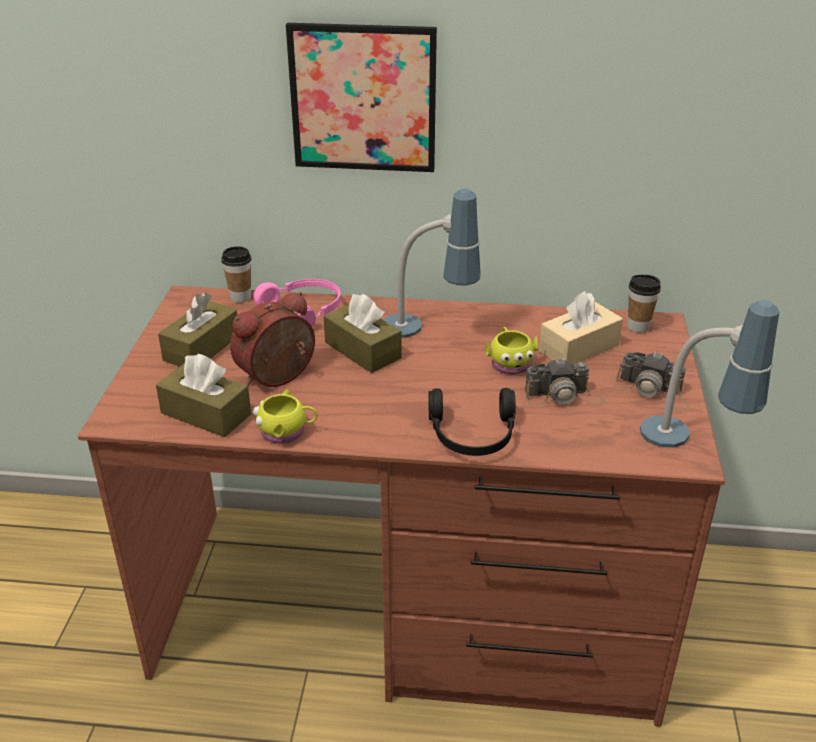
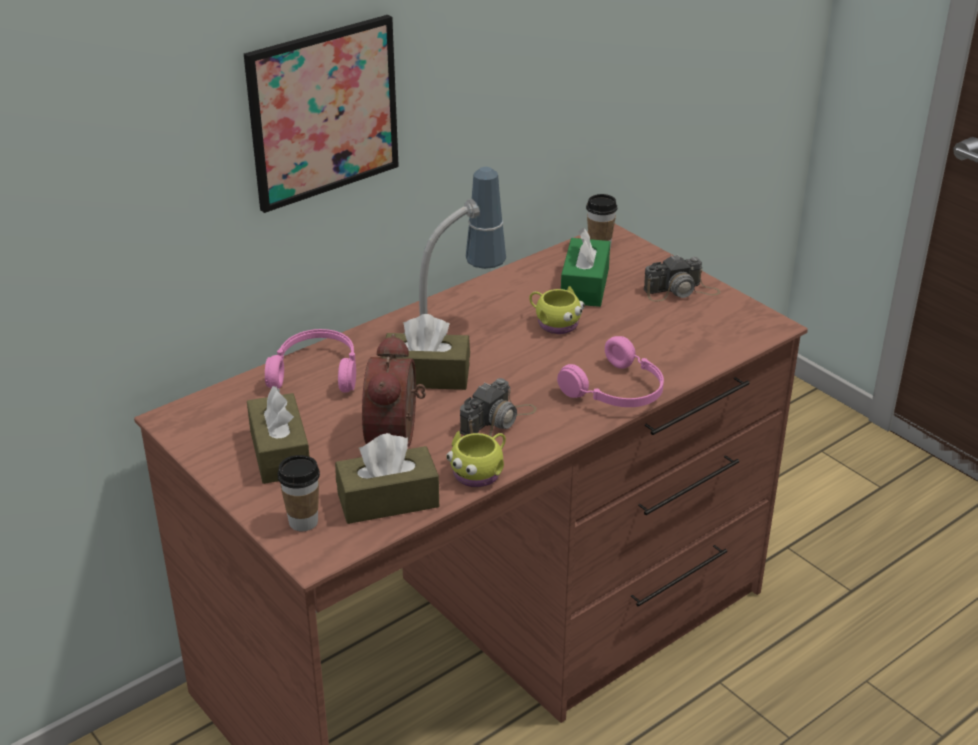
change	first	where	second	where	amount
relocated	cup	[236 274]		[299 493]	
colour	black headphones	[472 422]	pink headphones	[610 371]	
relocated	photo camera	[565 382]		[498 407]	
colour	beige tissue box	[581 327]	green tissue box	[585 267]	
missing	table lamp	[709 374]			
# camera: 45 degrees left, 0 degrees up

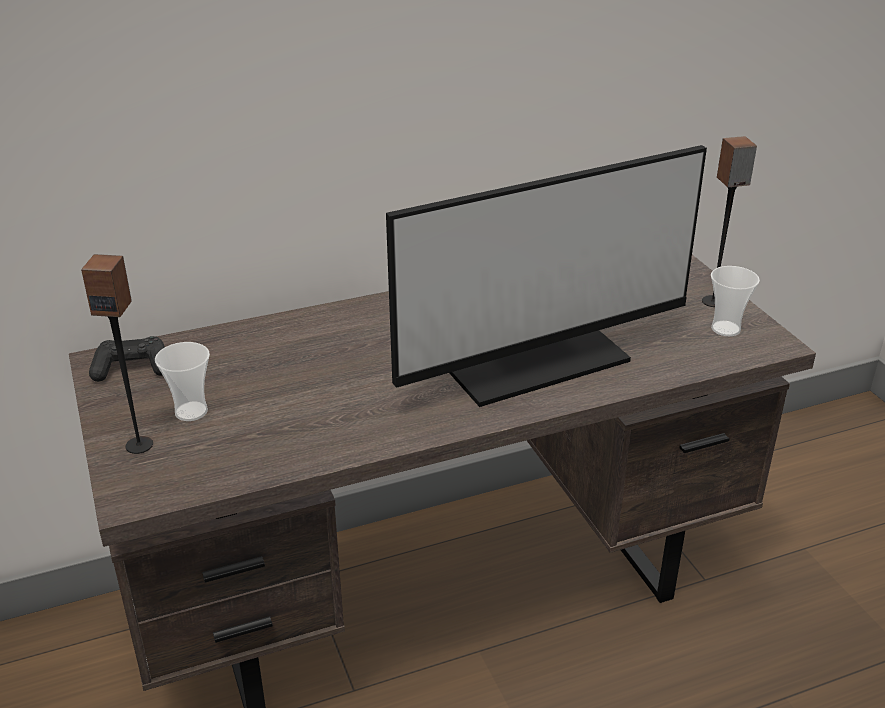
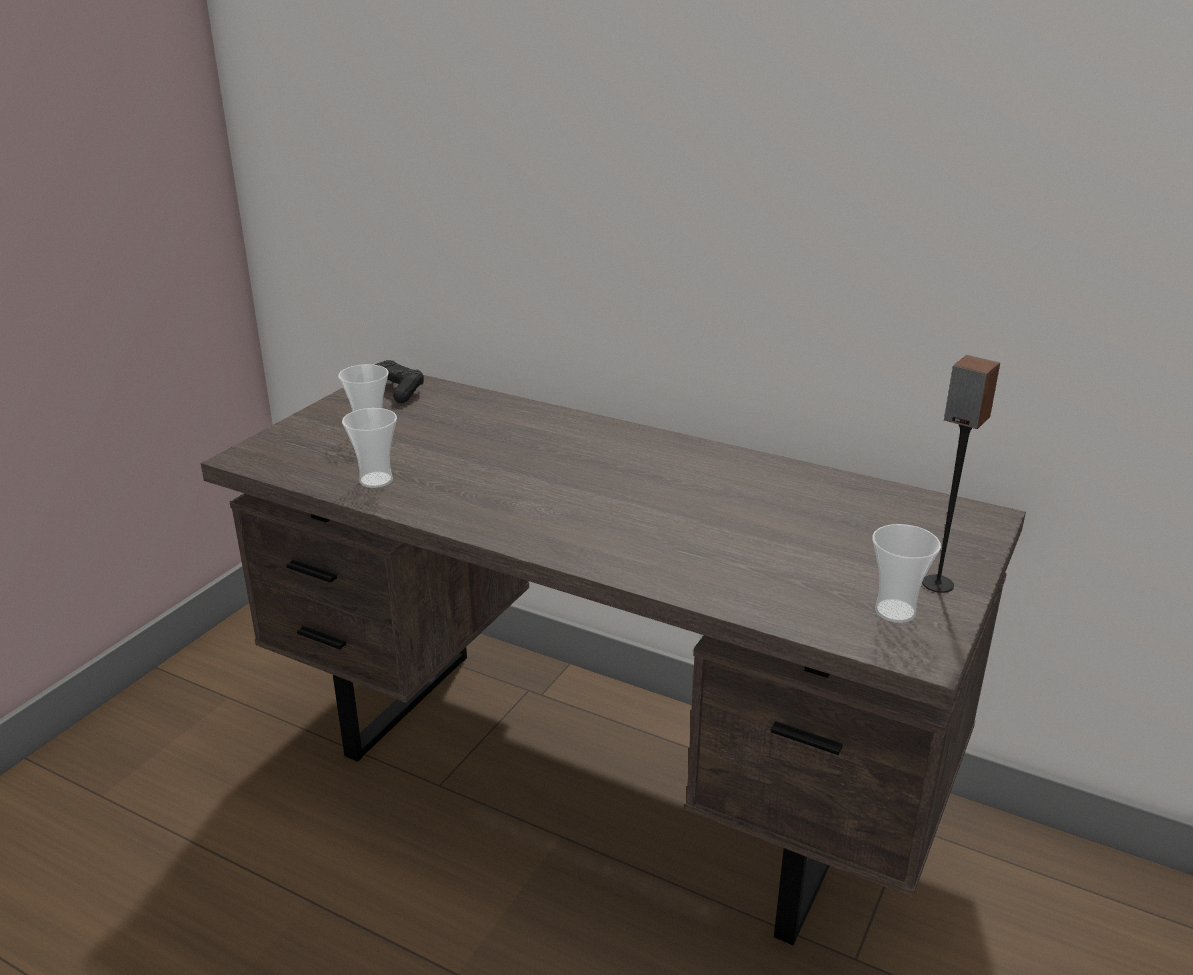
change	first	where	second	where	amount
missing	speaker	[117 354]			
missing	monitor	[546 276]			
appeared			cup	[369 448]	
# camera: 50 degrees right, 5 degrees down

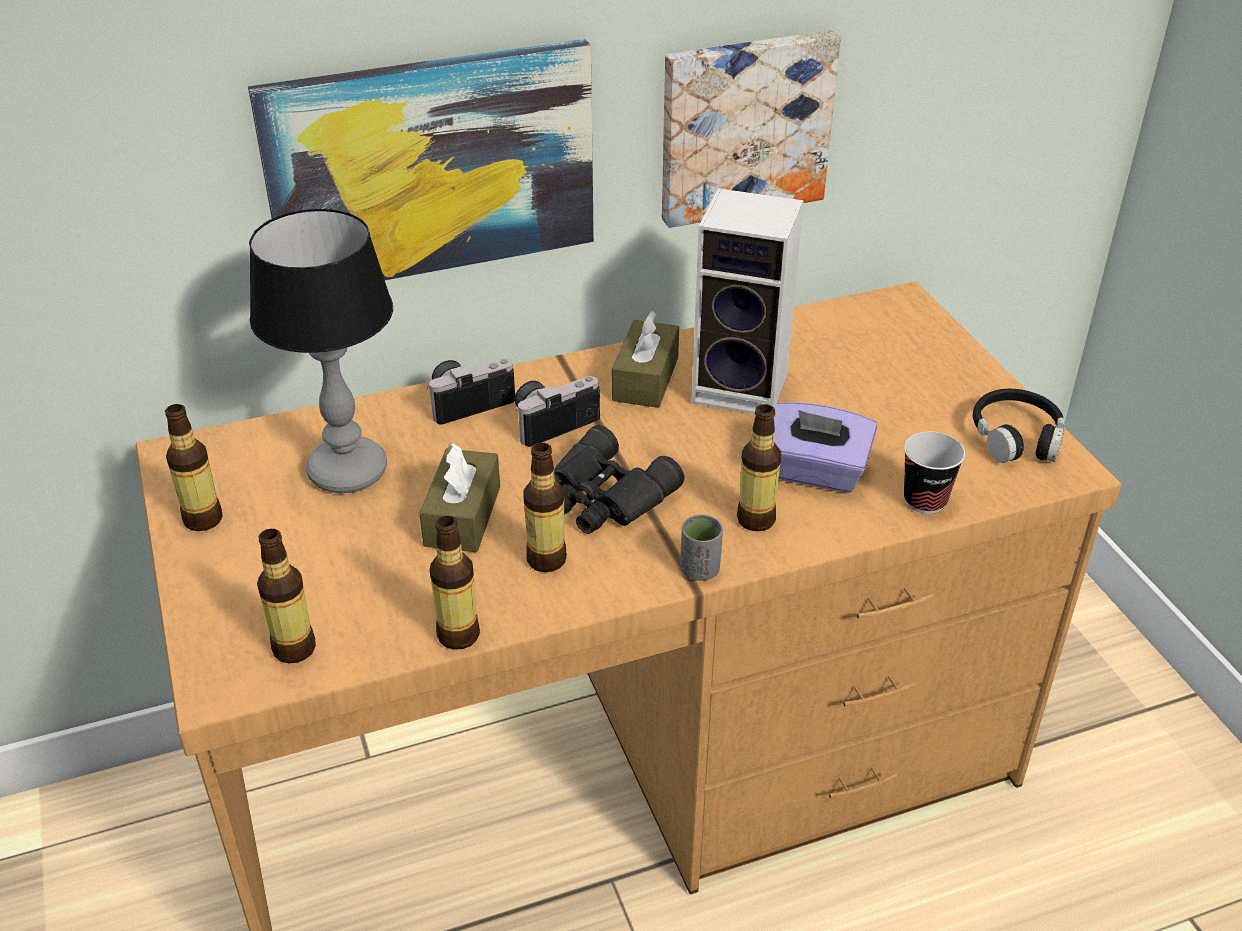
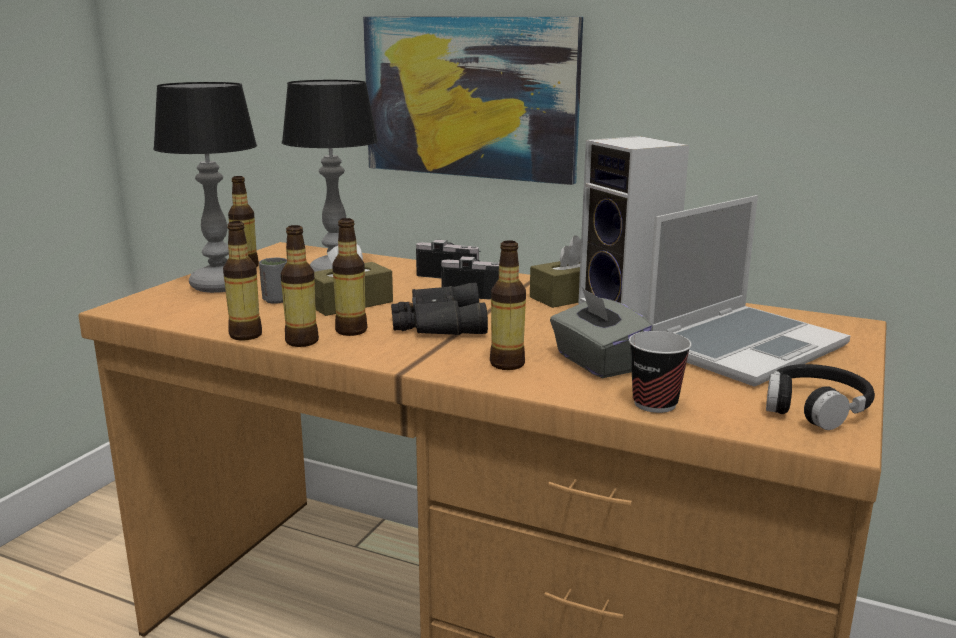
change	first	where	second	where	amount
relocated	bottle	[286 596]		[300 286]	
missing	picture	[751 129]			
relocated	grey cup	[701 547]		[273 281]	
colour	purple tissue box	[825 447]	grey tissue box	[601 333]	
appeared			table lamp	[205 187]	
appeared			laptop	[749 291]	
# camera: 45 degrees right, 20 degrees down

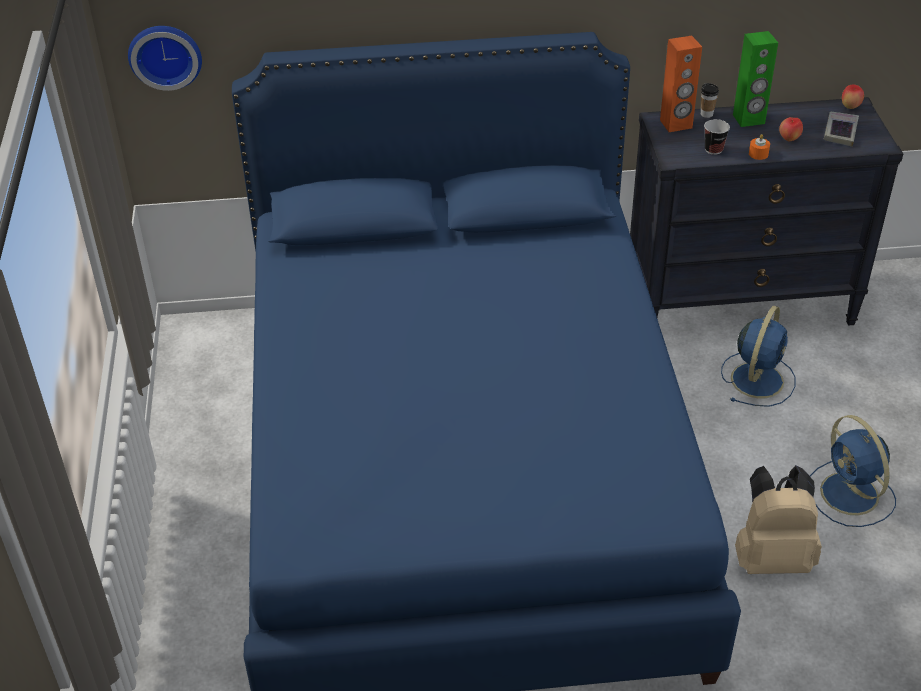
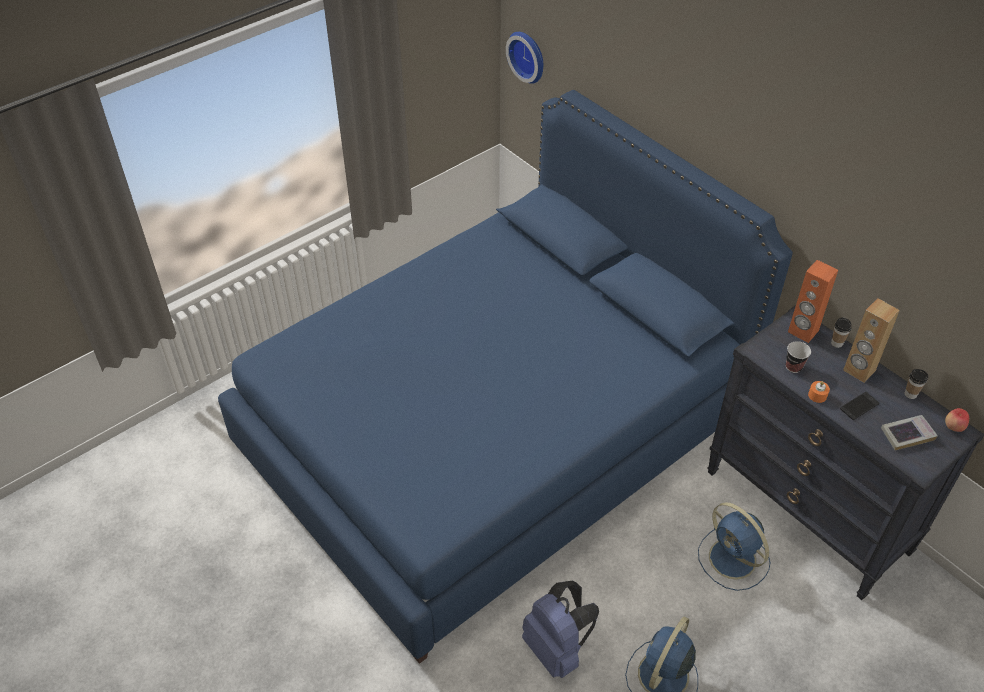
change	first	where	second	where	amount
spun	blue fan	[758 356]		[734 546]	60 degrees clockwise
colour	green speaker	[755 79]	brown speaker	[871 340]	
colour	beige backpack	[778 519]	blue backpack	[560 629]	
exchanged	apple	[791 129]	phone	[859 406]	
appeared			cup	[916 384]	
# camera: 55 degrees right, 5 degrees up

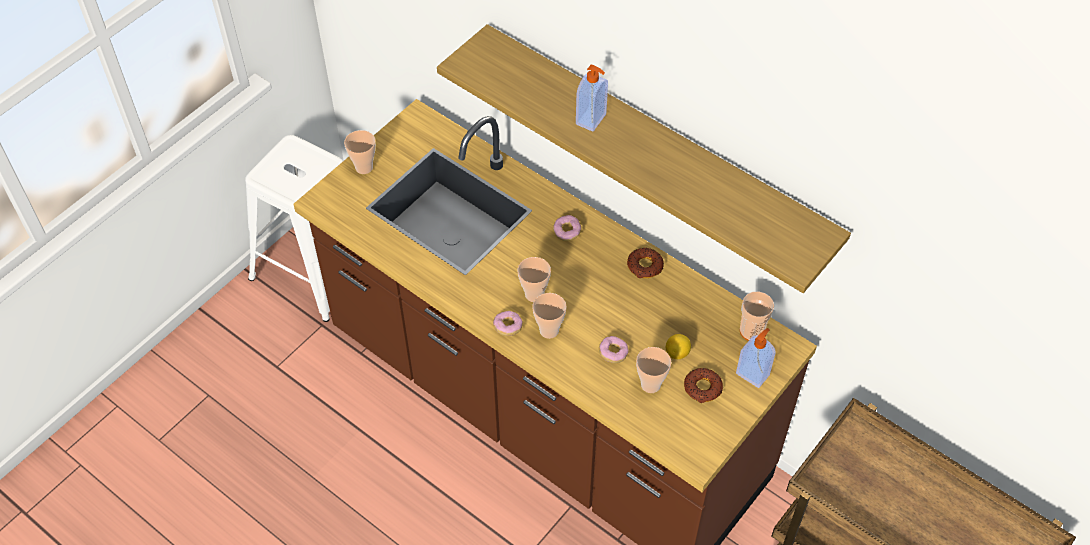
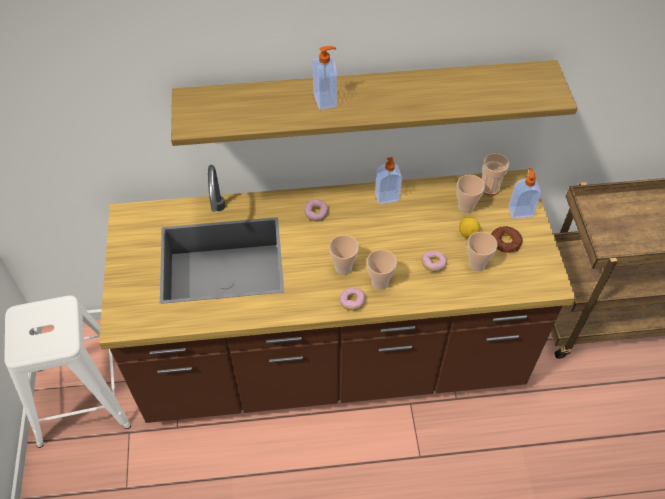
change	first	where	second	where	amount
relocated	cup	[360 152]		[471 194]	
exchanged	donut	[645 263]	soap dispenser	[388 180]	
# camera: 45 degrees left, 0 degrees up

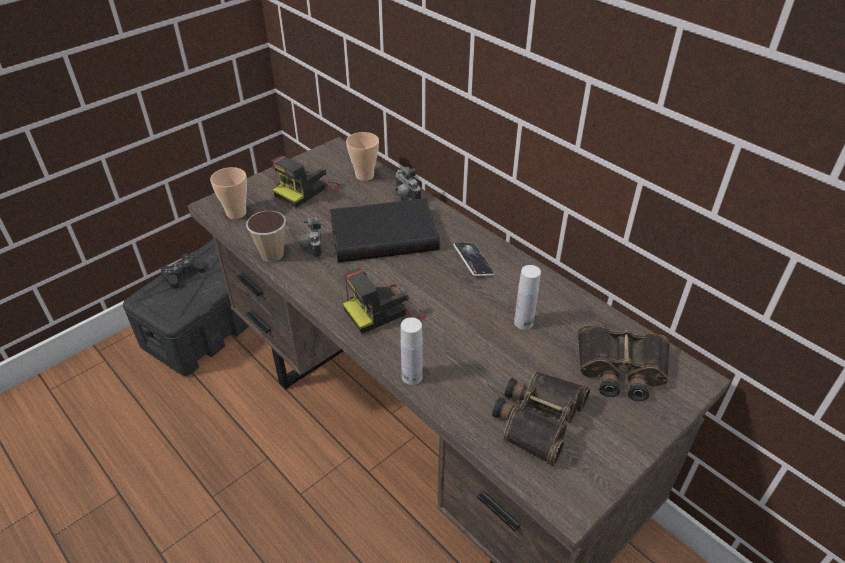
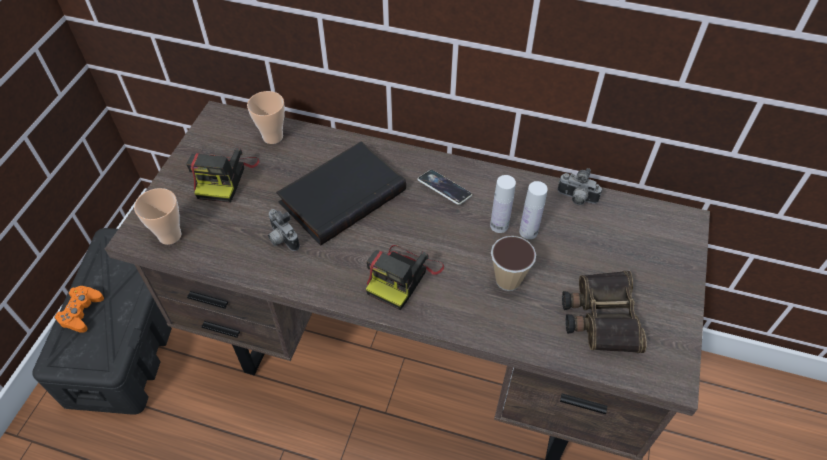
change	first	where	second	where	amount
colour	black game controller	[183 271]	orange game controller	[79 309]	
relocated	cup	[266 236]		[513 263]	
relocated	photo camera	[408 183]		[579 186]	
relocated	white bottle	[412 351]		[503 204]	
missing	binoculars	[624 363]			
# camera: 30 degrees left, 10 degrees up

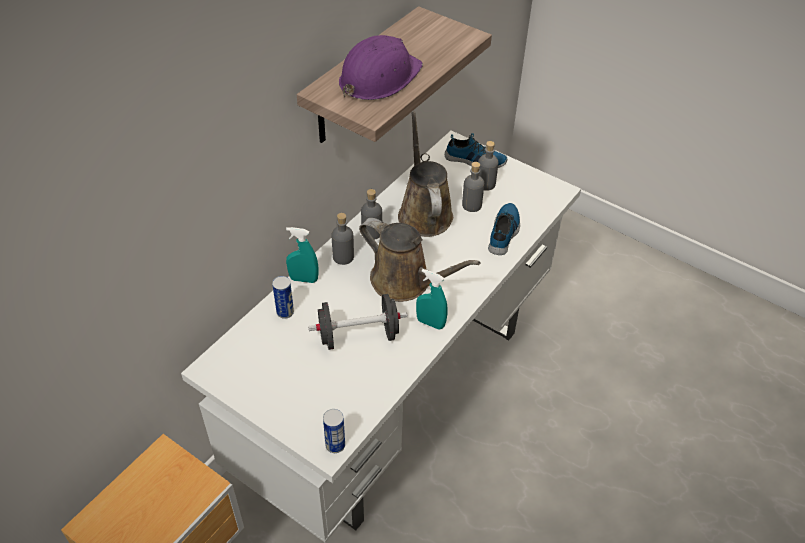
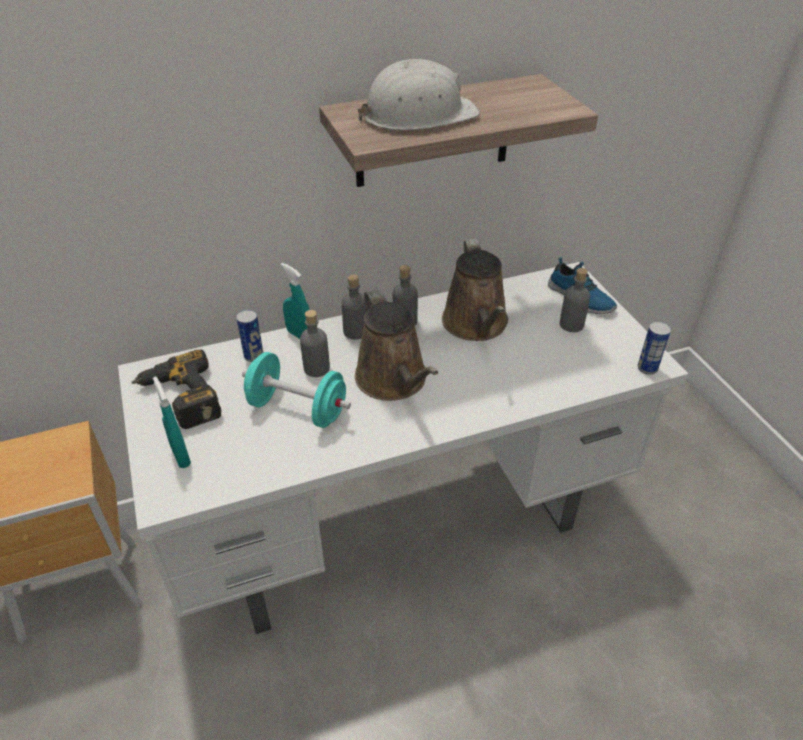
change	first	where	second	where	amount
colour	black dumbbell	[358 322]	turquoise dumbbell	[296 390]	
relocated	can	[334 431]		[654 348]	
colour	purple hard hat	[381 67]	white hard hat	[419 94]	
spun	brown watering can	[425 174]		[475 290]	150 degrees clockwise
relocated	turquoise spray bottle	[431 299]		[172 422]	
relocated	grey bottle	[473 187]		[315 343]	
missing	shoe	[504 229]			
appeared			power drill	[177 389]	
# camera: 35 degrees right, 5 degrees down

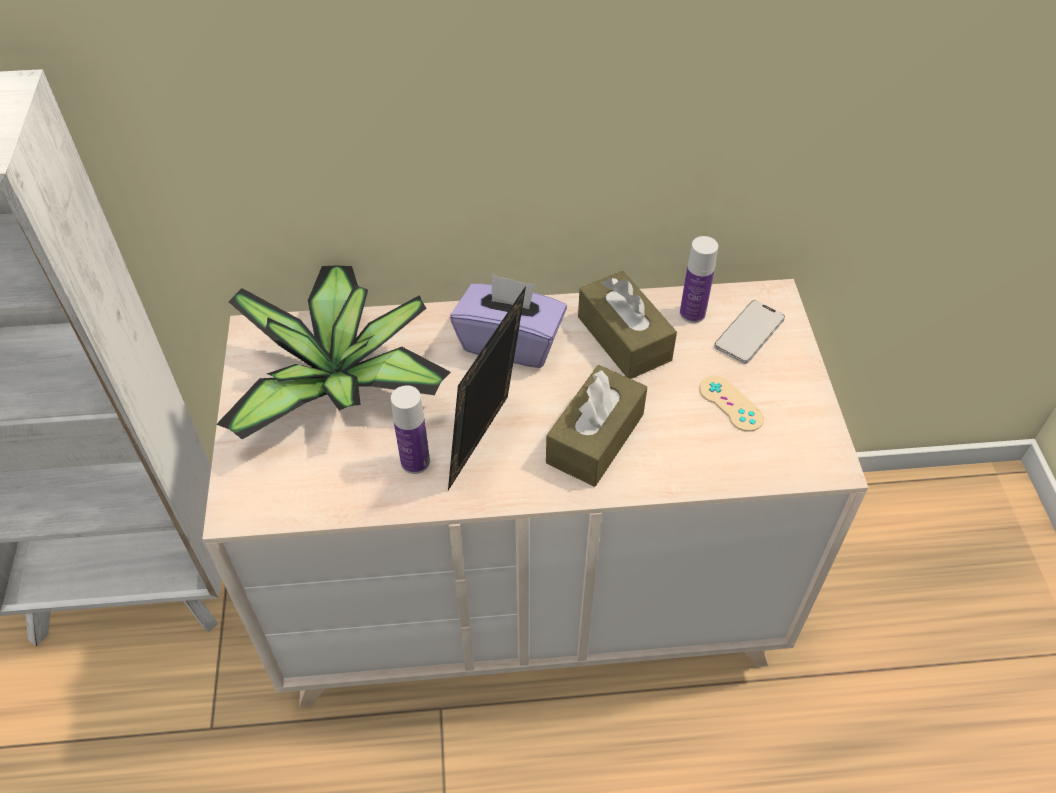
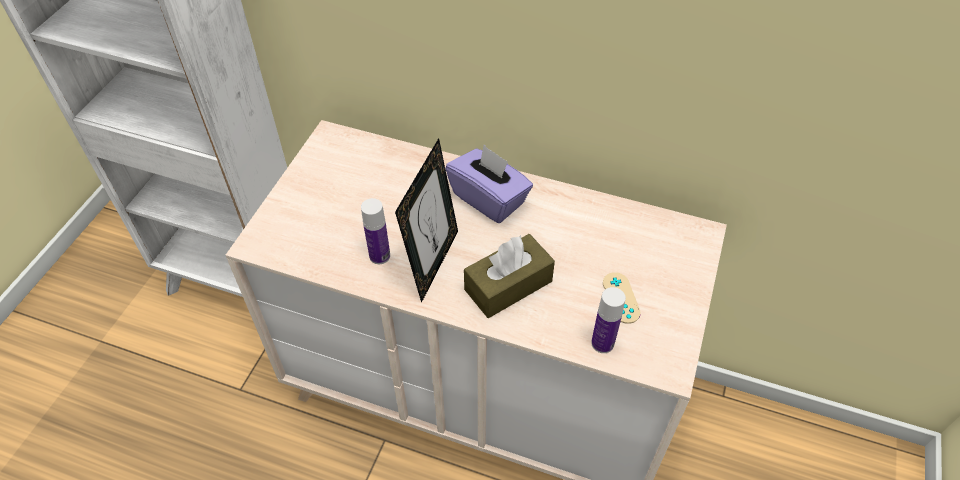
change	first	where	second	where	amount
missing	potted plant	[333 353]			
spun	picture frame	[487 388]		[426 220]	150 degrees clockwise
missing	brown tissue box	[627 325]			
relocated	bottle	[699 279]		[608 320]	
missing	phone	[749 332]			
# camera: 25 degrees right, 0 degrees up

